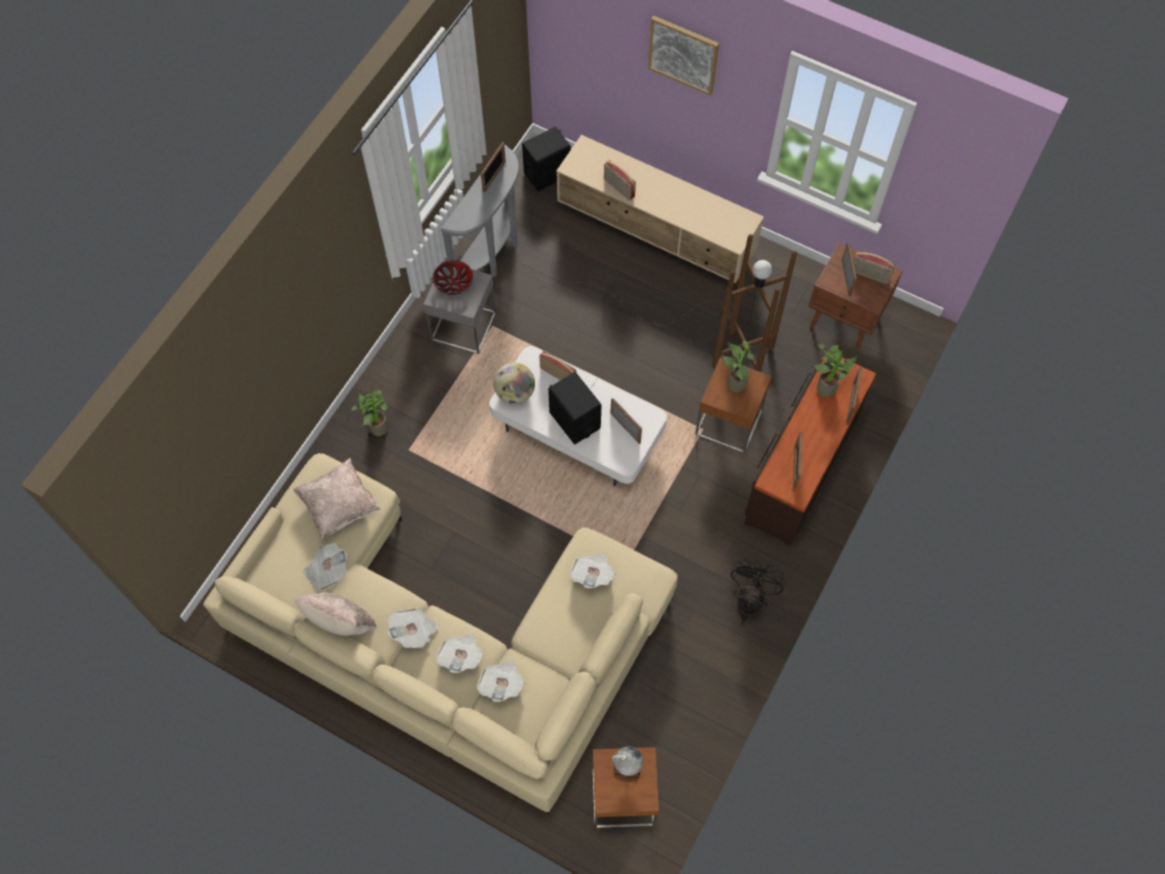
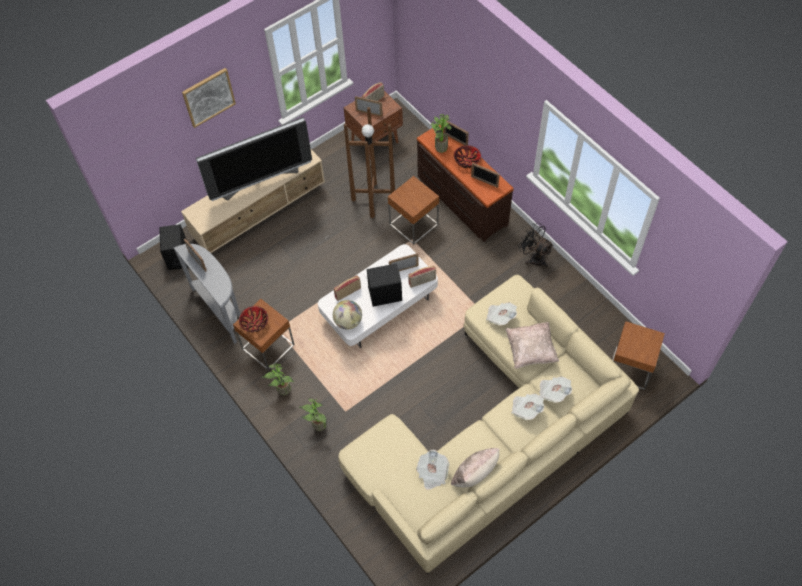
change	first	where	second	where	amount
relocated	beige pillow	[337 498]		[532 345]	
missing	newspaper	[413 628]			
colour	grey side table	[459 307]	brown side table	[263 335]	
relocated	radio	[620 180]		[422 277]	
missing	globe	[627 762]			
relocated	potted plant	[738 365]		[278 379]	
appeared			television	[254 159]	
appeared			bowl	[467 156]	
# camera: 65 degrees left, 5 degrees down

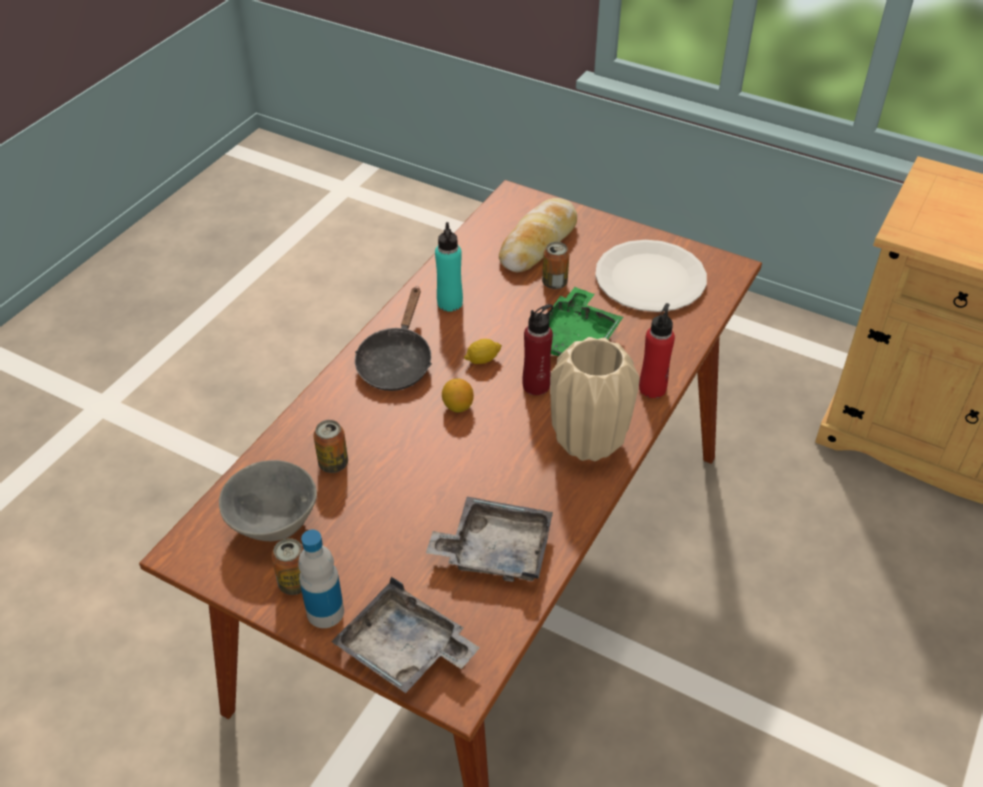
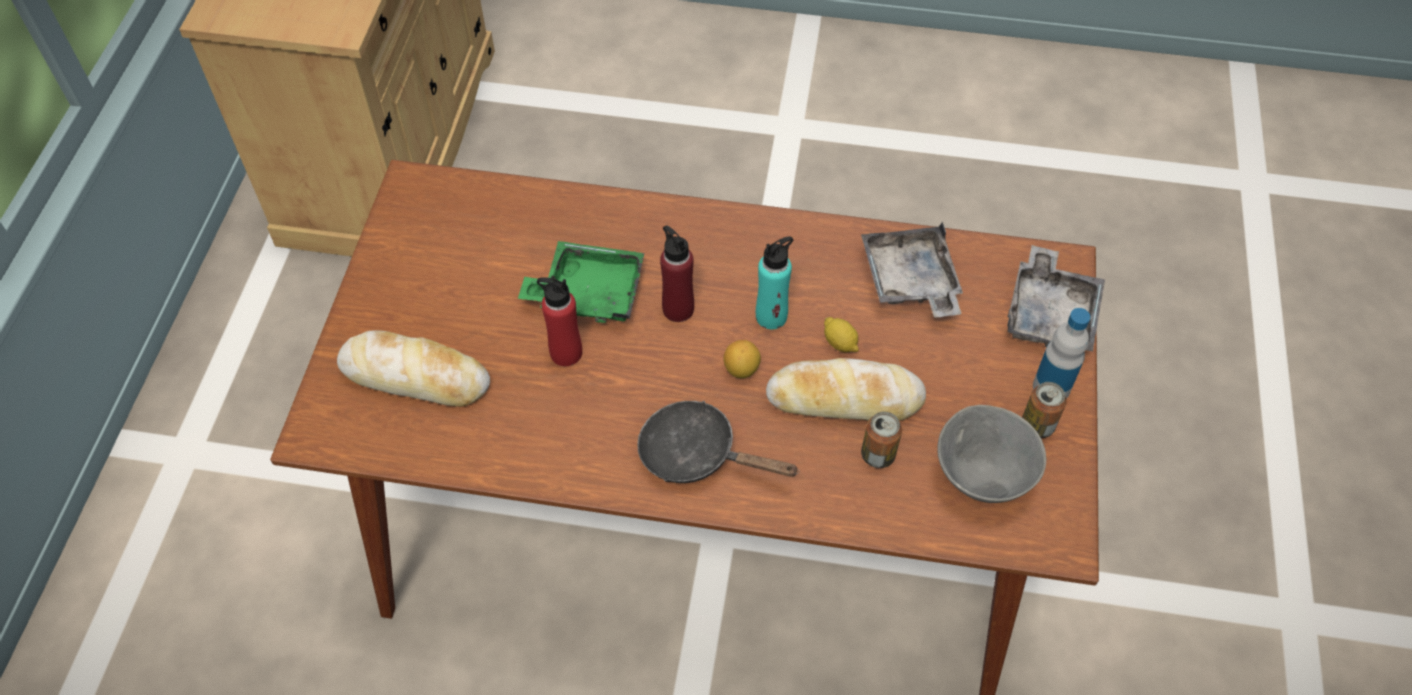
change	first	where	second	where	amount
spun	black frying pan	[393 338]		[718 442]	150 degrees counterclockwise
relocated	turquoise bottle	[449 267]		[774 282]	
relocated	lemon	[483 351]		[841 334]	
missing	can	[556 265]			
missing	beige vase	[595 399]			
missing	white plate	[651 276]			
relocated	red bottle	[657 350]		[559 321]	
appeared			bread	[846 389]	
# camera: 110 degrees left, 10 degrees up

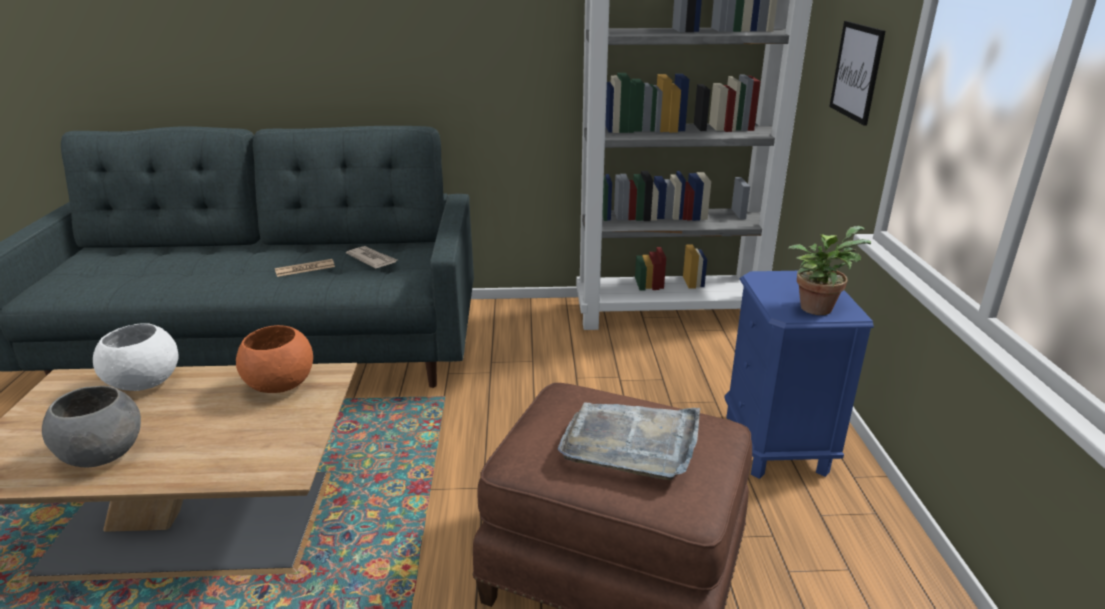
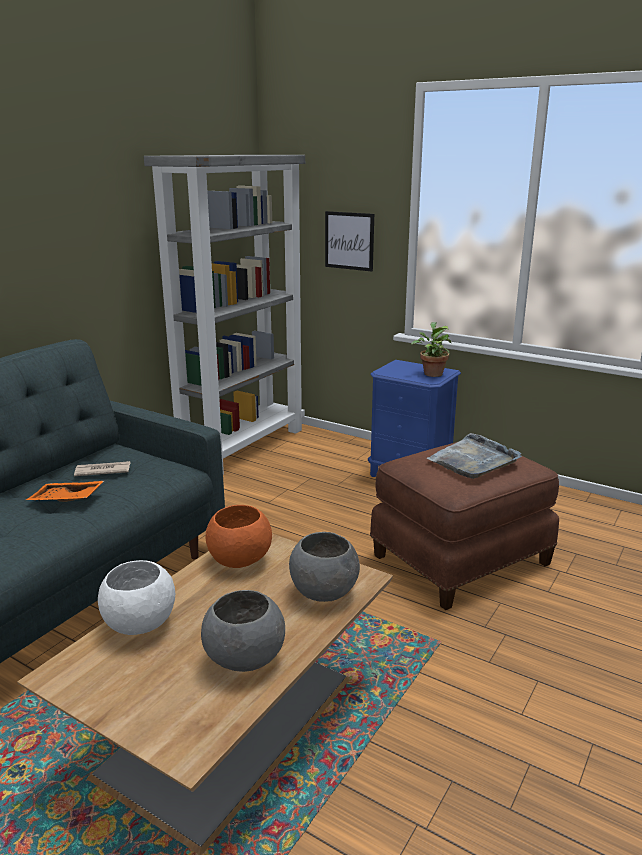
change	first	where	second	where	amount
exchanged	newspaper	[305 268]	orange tray	[65 491]	
appeared			grey bowl	[324 567]	
# camera: 55 degrees left, 5 degrees down

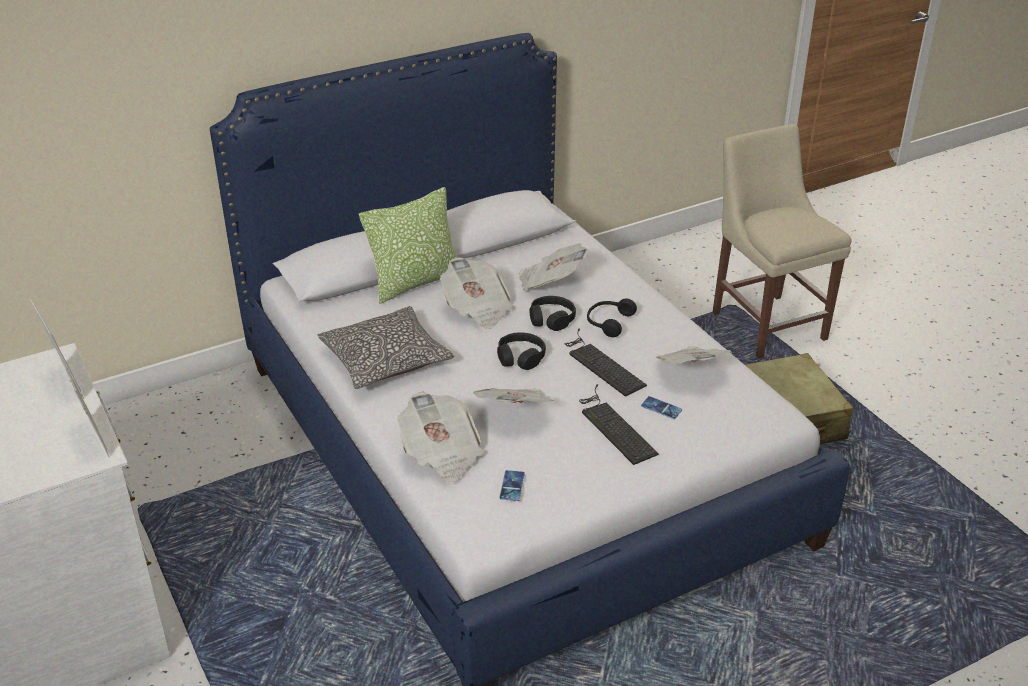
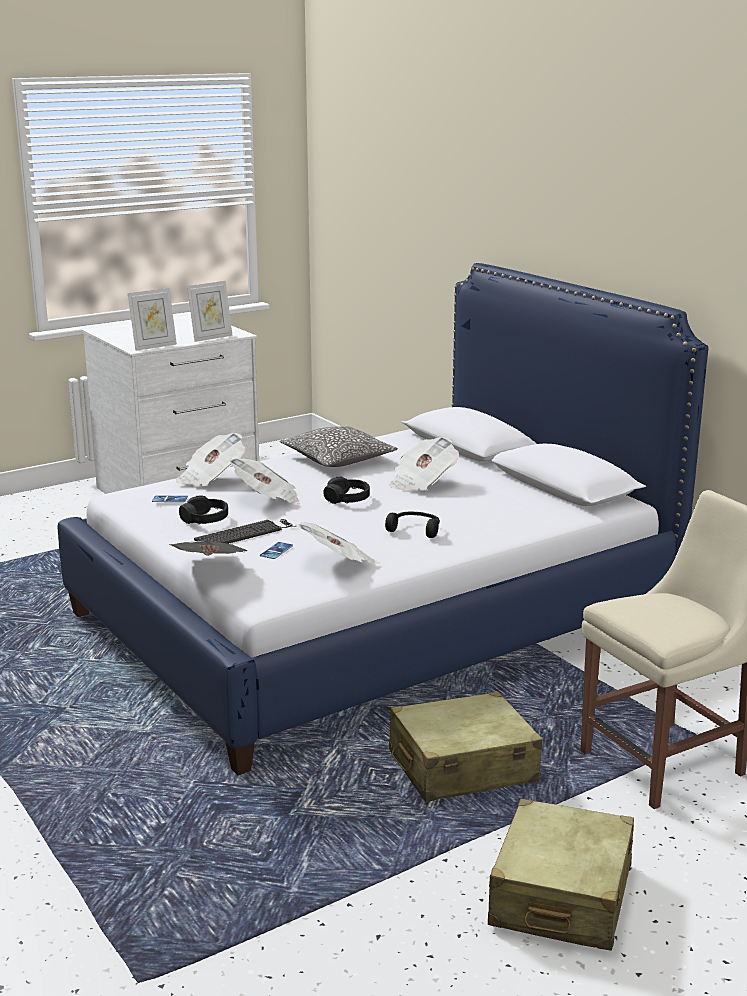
change	first	where	second	where	amount
missing	pillow	[408 245]			
relocated	newspaper	[553 267]		[207 548]	
relocated	black headphones	[553 313]		[203 510]	
missing	keyboard	[606 362]			
appeared			beige suitcase	[561 875]	
# camera: 85 degrees right, 15 degrees down

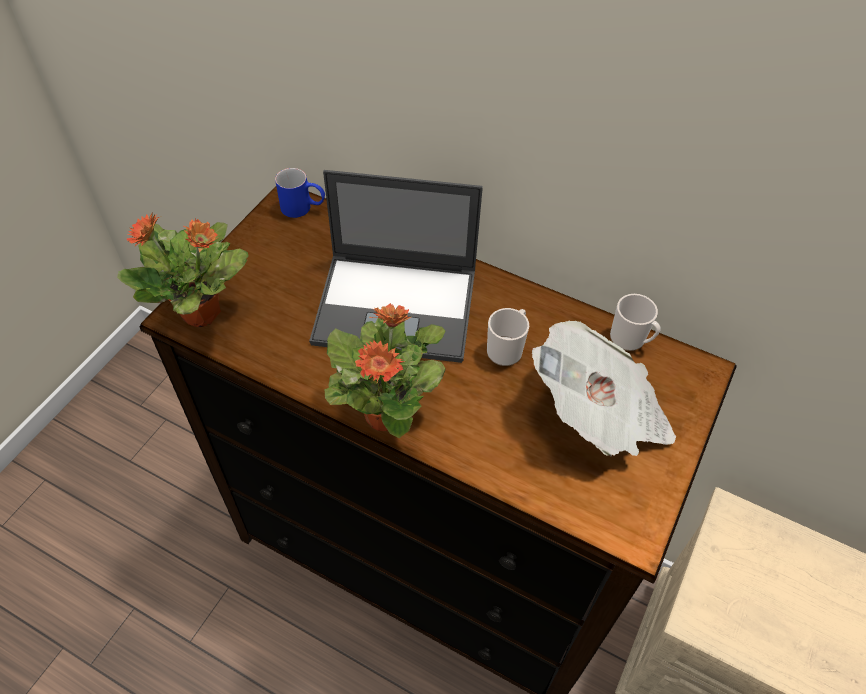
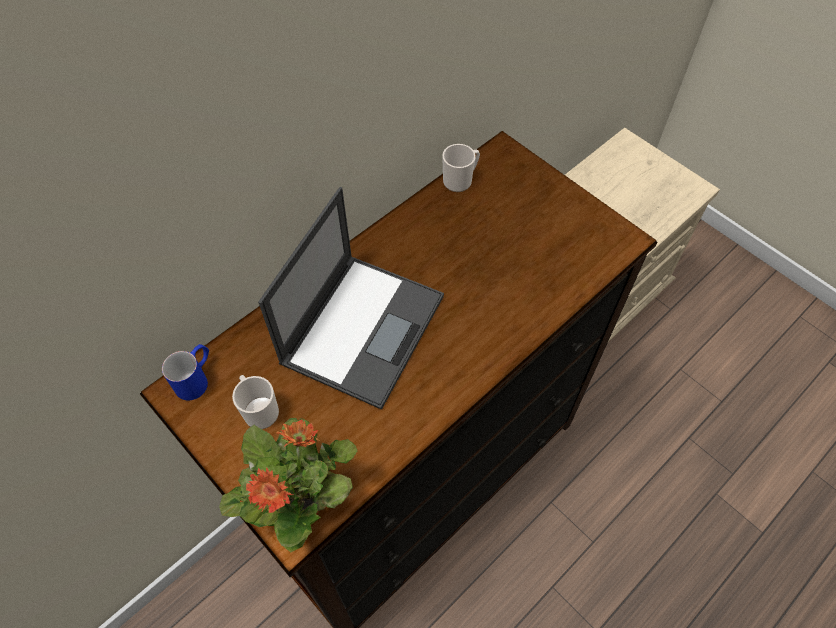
change	first	where	second	where	amount
missing	potted plant	[385 370]			
relocated	mug	[508 337]		[255 402]	
missing	newspaper	[604 389]			
# camera: 70 degrees left, 5 degrees up

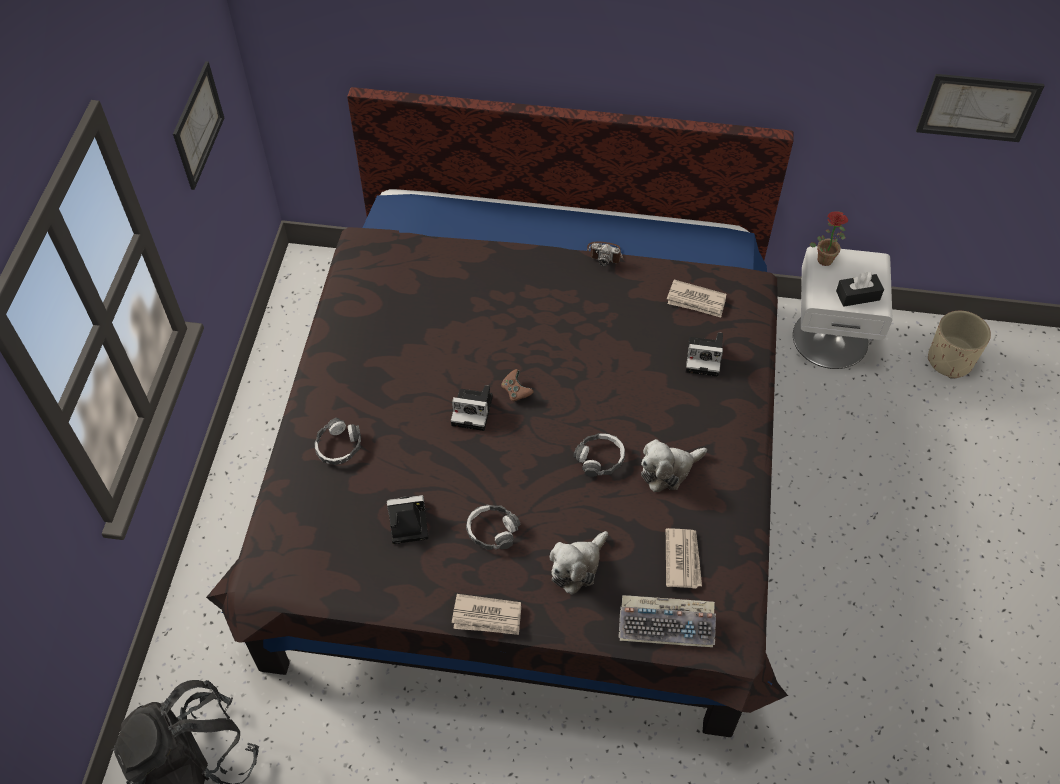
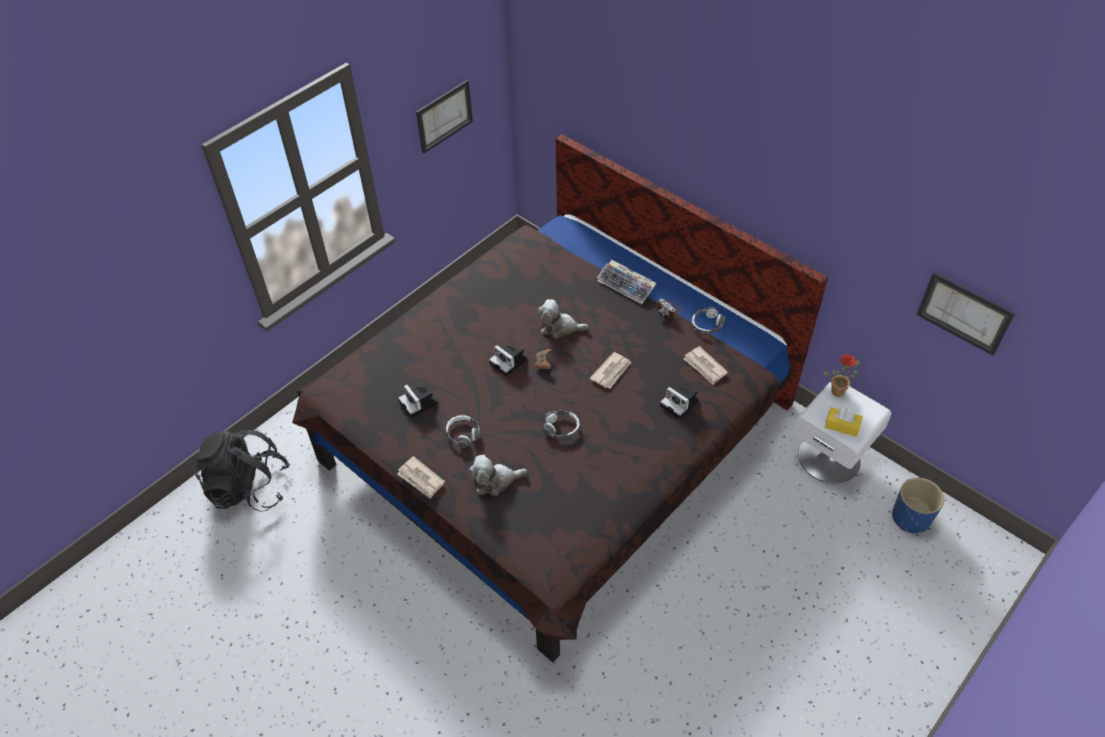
change	first	where	second	where	amount
relocated	headphones	[337 441]		[708 320]	
spun	photo camera	[408 519]		[418 401]	150 degrees counterclockwise
relocated	keyboard	[667 621]		[626 282]	
relocated	plush toy	[674 465]		[563 319]	
relocated	newspaper	[684 558]		[610 370]	
colour	black tissue box	[860 289]	yellow tissue box	[844 422]	
colour	beige planter	[959 345]	blue planter	[918 505]	
# camera: 35 degrees right, 5 degrees down

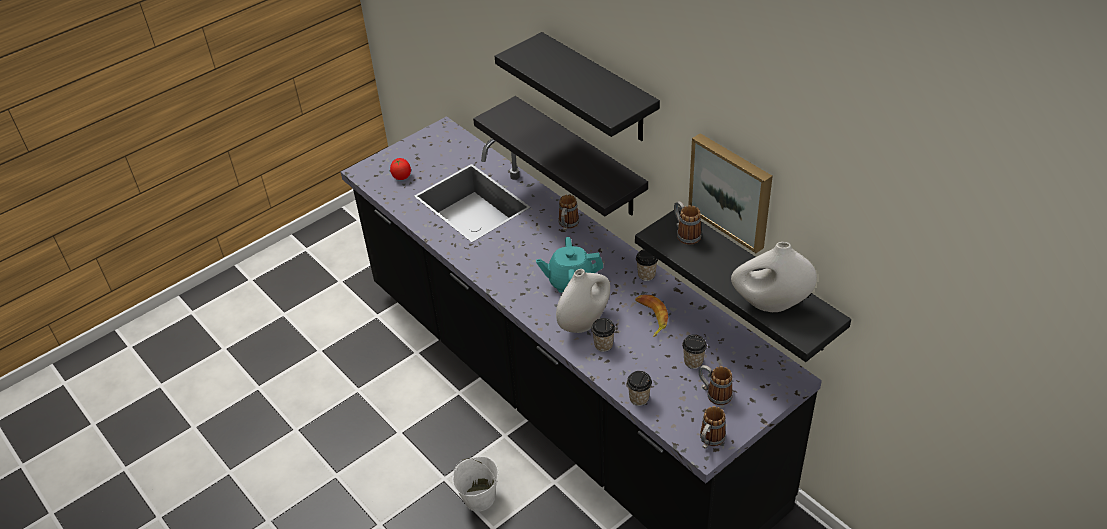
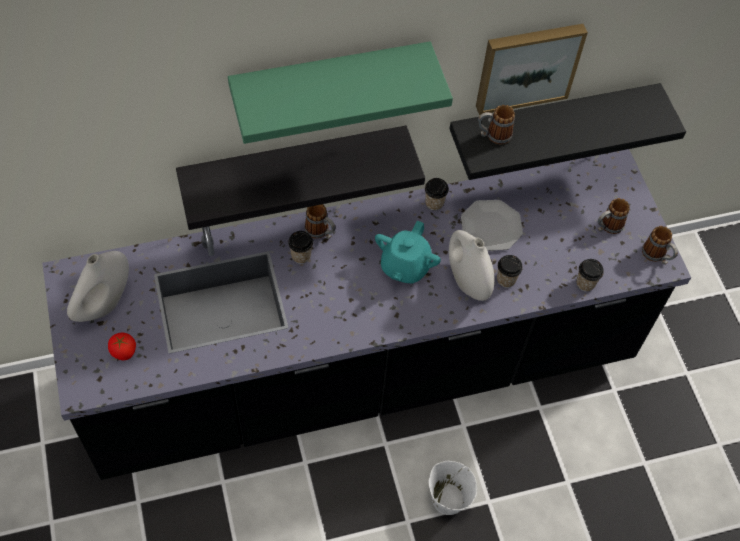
change	first	where	second	where	amount
colour	black shelf	[577 86]	green shelf	[340 92]	
exchanged	banana	[651 315]	plate	[492 225]	
relocated	cup	[694 351]		[300 247]	
relocated	white vase	[774 277]		[98 286]	
# camera: 70 degrees left, 15 degrees up

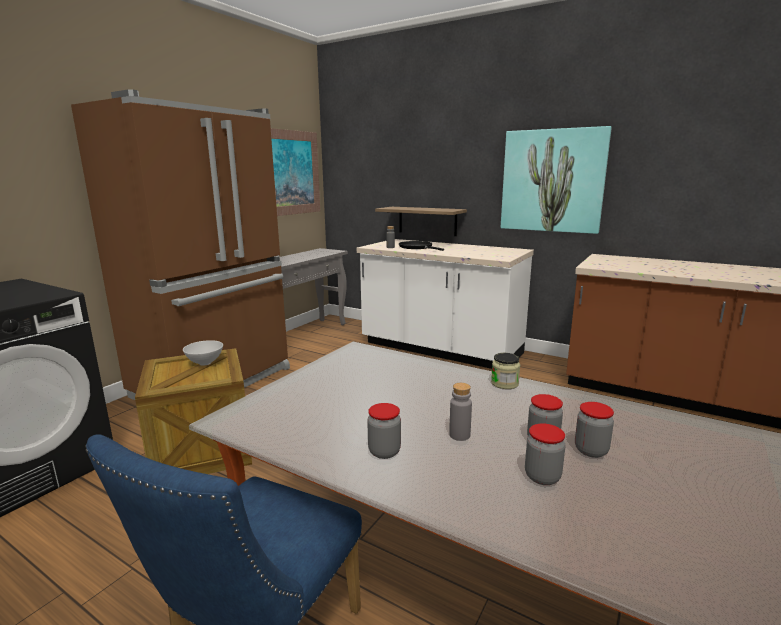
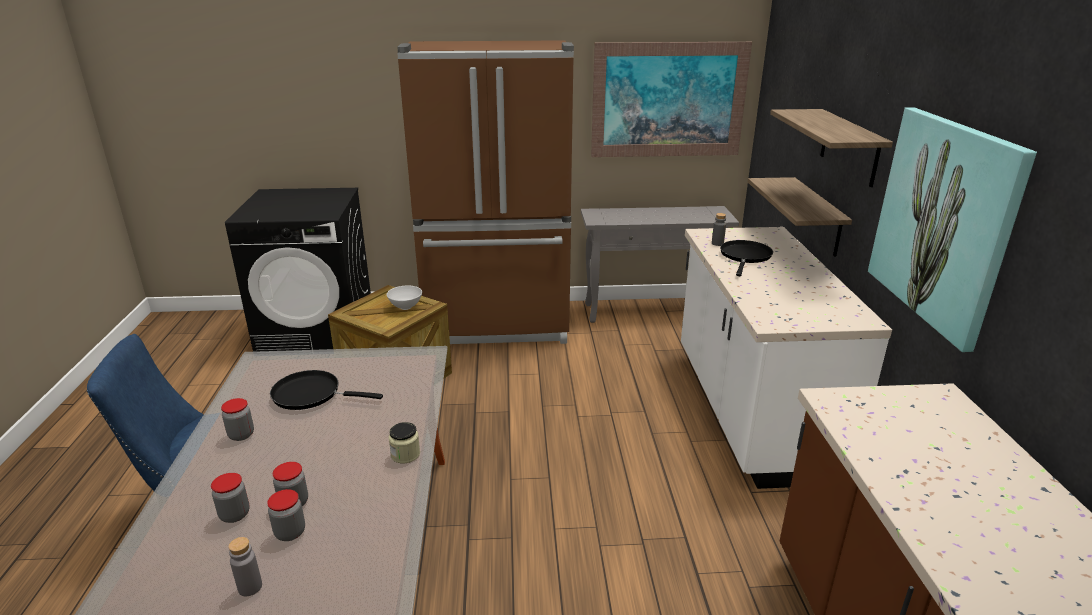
change	first	where	second	where	amount
relocated	grey bottle	[460 412]		[245 566]	
appeared			black frying pan	[326 390]	
appeared			shelf	[831 148]	
# camera: 55 degrees right, 10 degrees up

